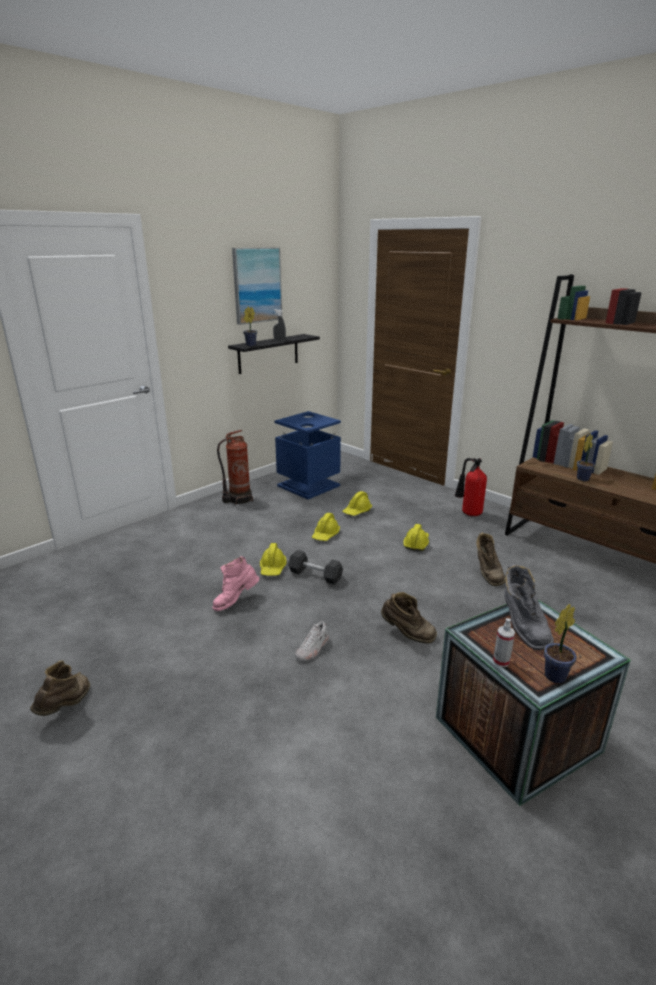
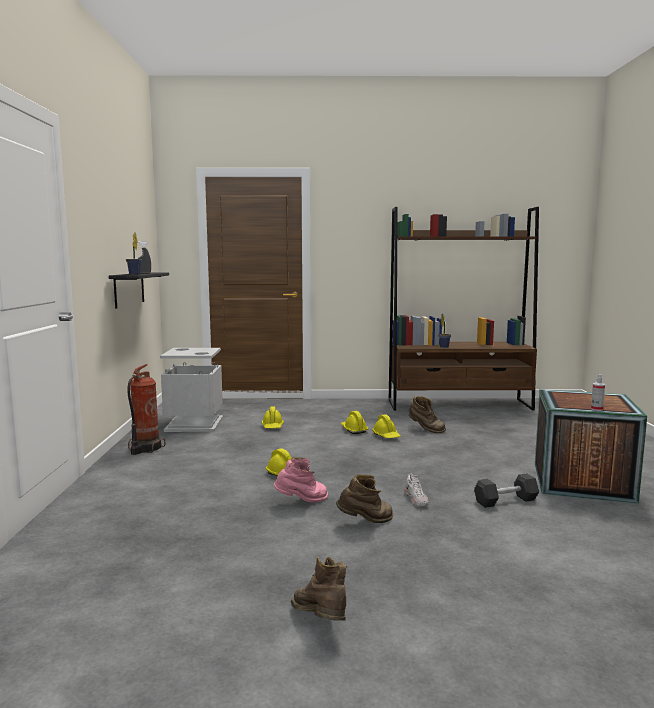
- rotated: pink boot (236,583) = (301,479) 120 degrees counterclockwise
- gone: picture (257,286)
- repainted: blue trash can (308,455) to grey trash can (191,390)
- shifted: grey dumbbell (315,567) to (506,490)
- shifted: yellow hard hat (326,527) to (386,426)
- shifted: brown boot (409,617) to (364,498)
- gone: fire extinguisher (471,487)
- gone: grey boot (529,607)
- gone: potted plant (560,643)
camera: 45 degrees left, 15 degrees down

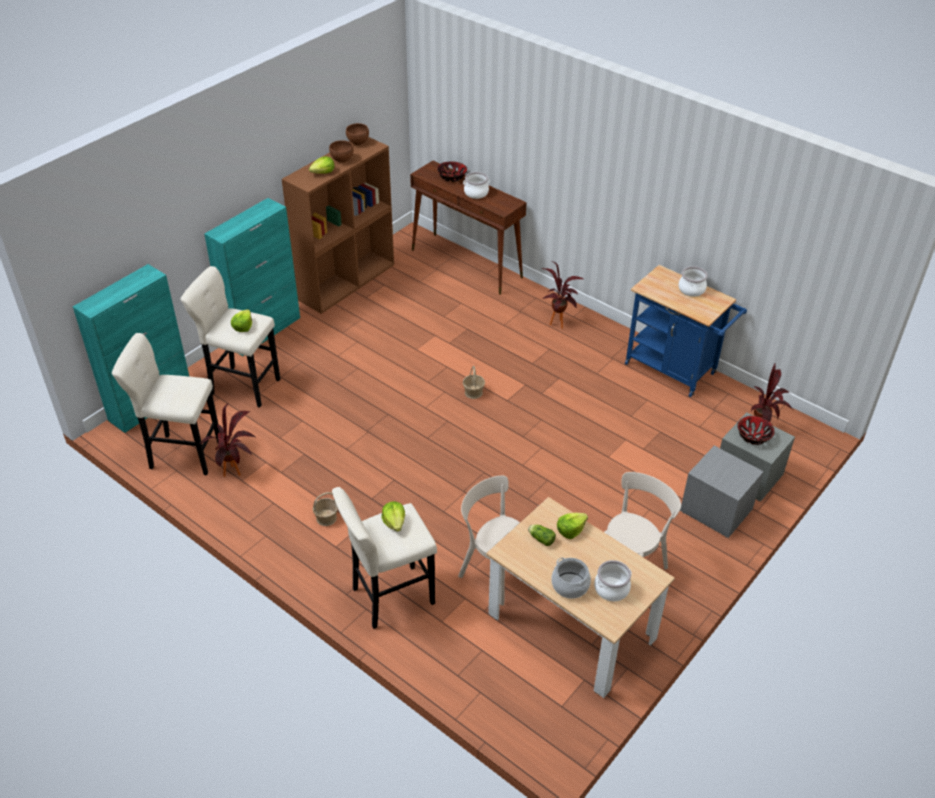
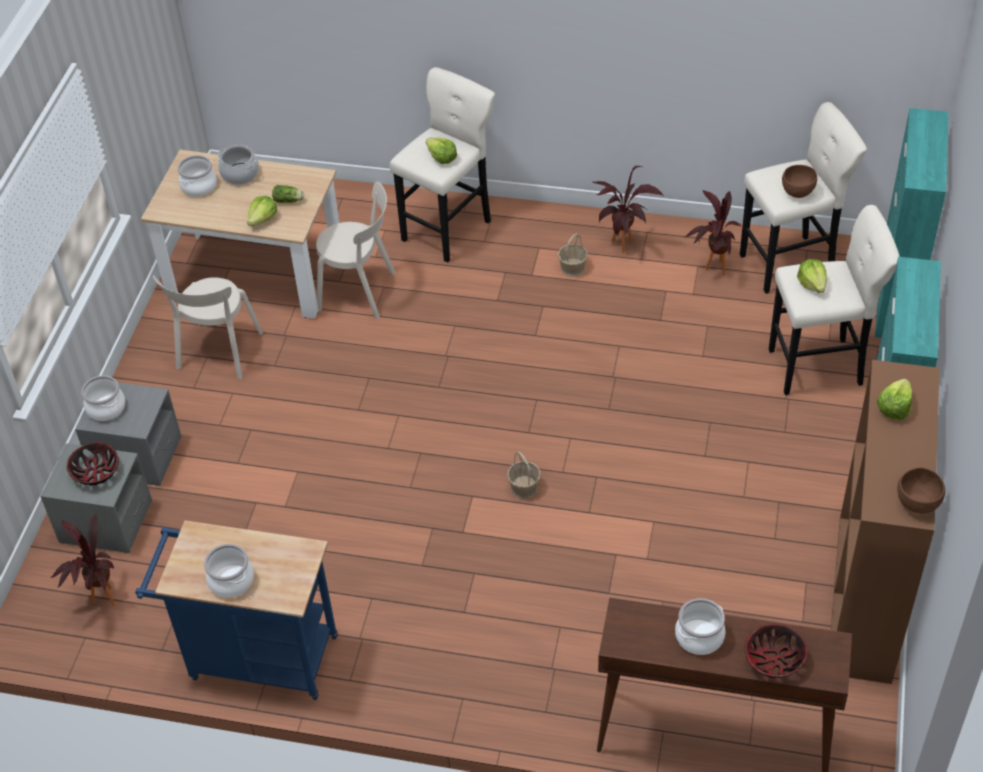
- shifted: brown bowl (341,151) to (799,181)
- shifted: potted plant (562,295) to (628,209)
- new: cooking pot (103,398)
camera: 155 degrees right, 5 degrees up

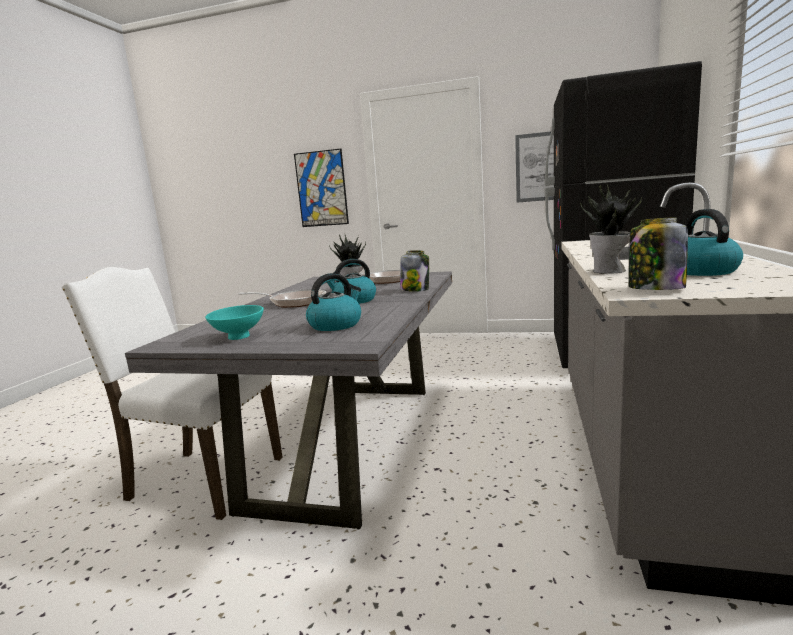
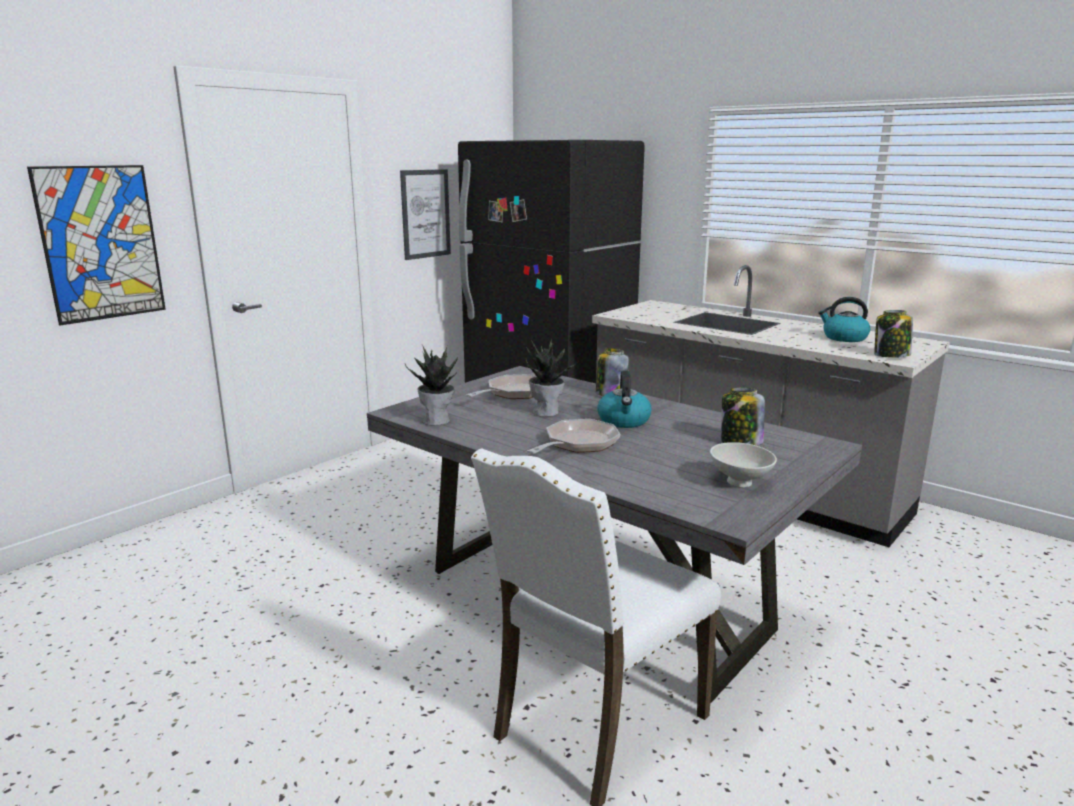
- repainted: turquoise bowl (234,322) to white bowl (743,464)
- swapped: kettle (333,302) to jar (743,416)
- shifted: potted plant (611,229) to (431,385)
camera: 65 degrees left, 5 degrees up

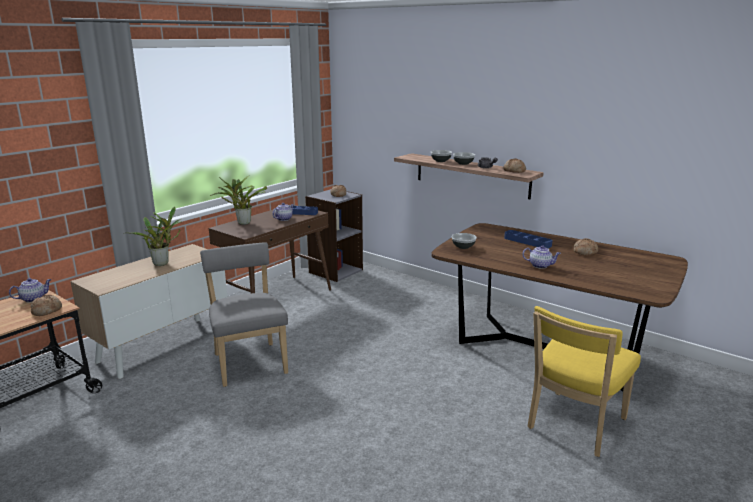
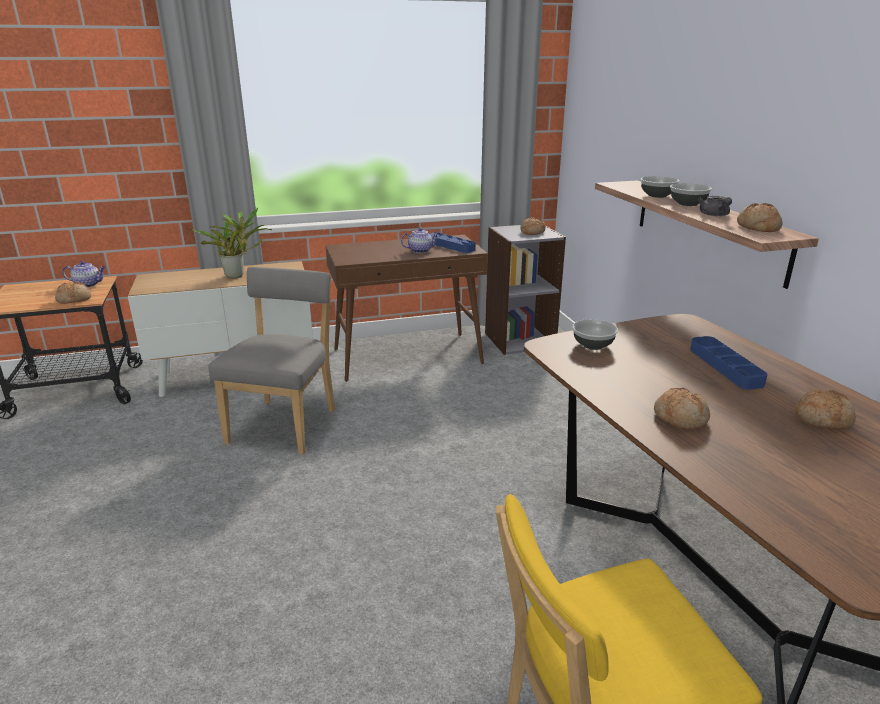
- gone: potted plant (238,200)
- swapped: teapot (542,257) to bread (682,408)
camera: 35 degrees right, 5 degrees up

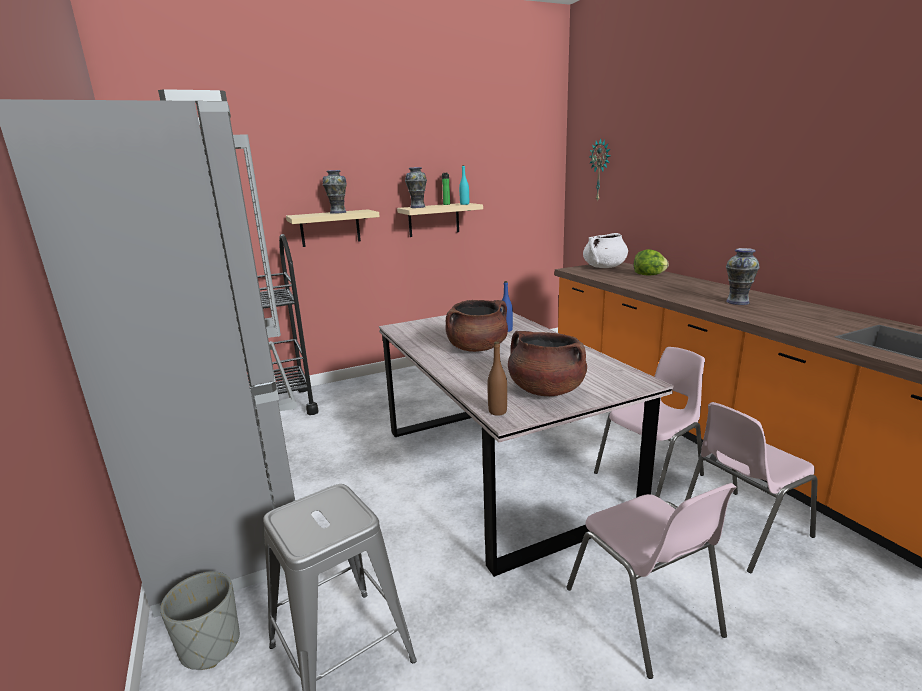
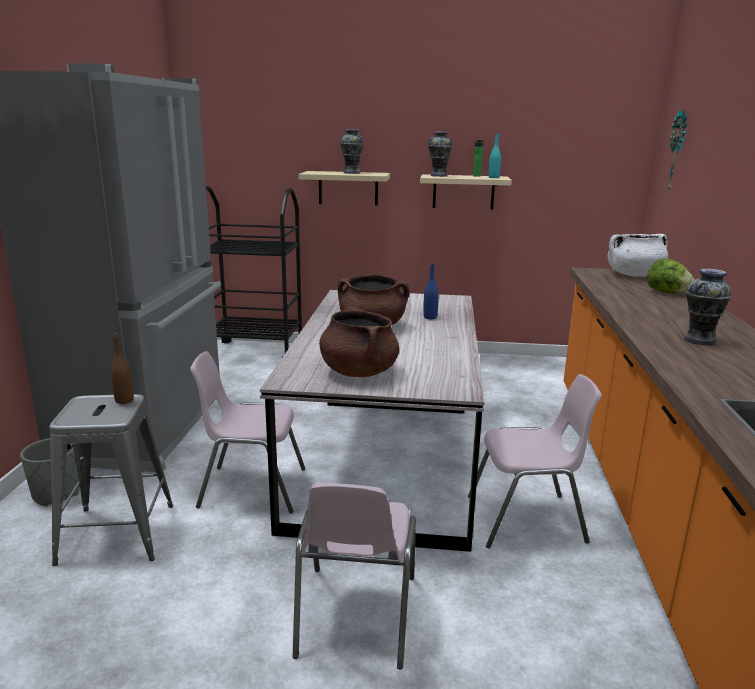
- shifted: brown bottle (497,379) to (122,368)
- shifted: pink chair (751,487) to (247,432)
camera: 30 degrees right, 0 degrees up

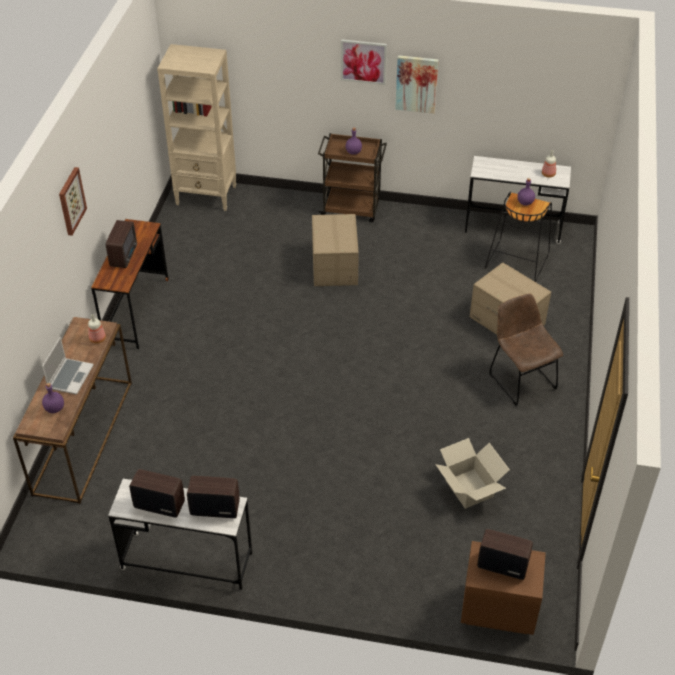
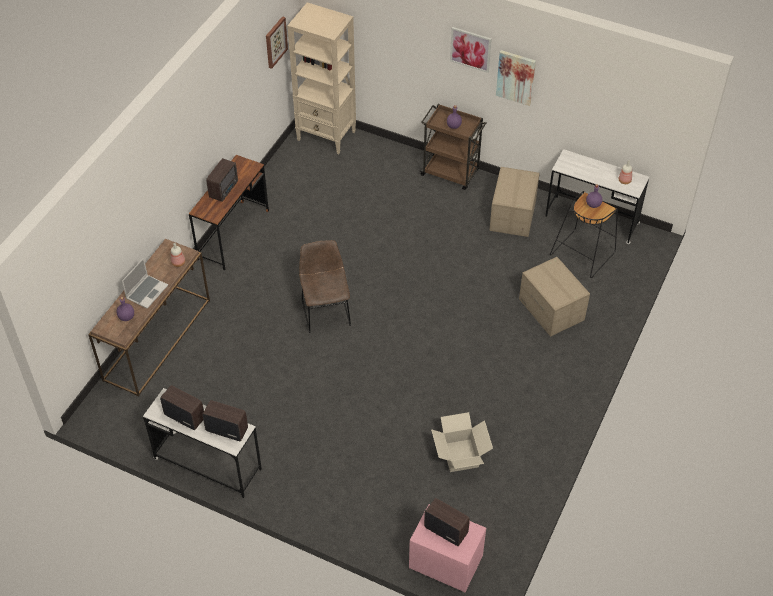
- shifted: picture (73,201) to (277,42)
- shifted: cardboard box (335,250) to (514,202)
- repainted: brown nightstand (503,588) to pink nightstand (447,548)
- shifted: brown chair (526,350) to (325,286)
camera: 15 degrees right, 5 degrees up

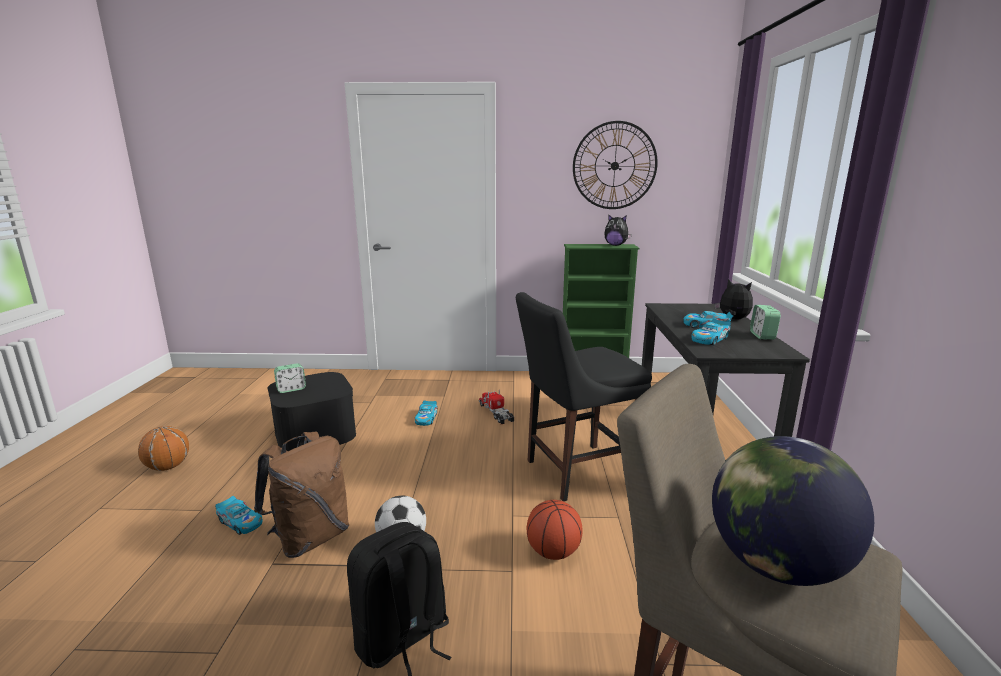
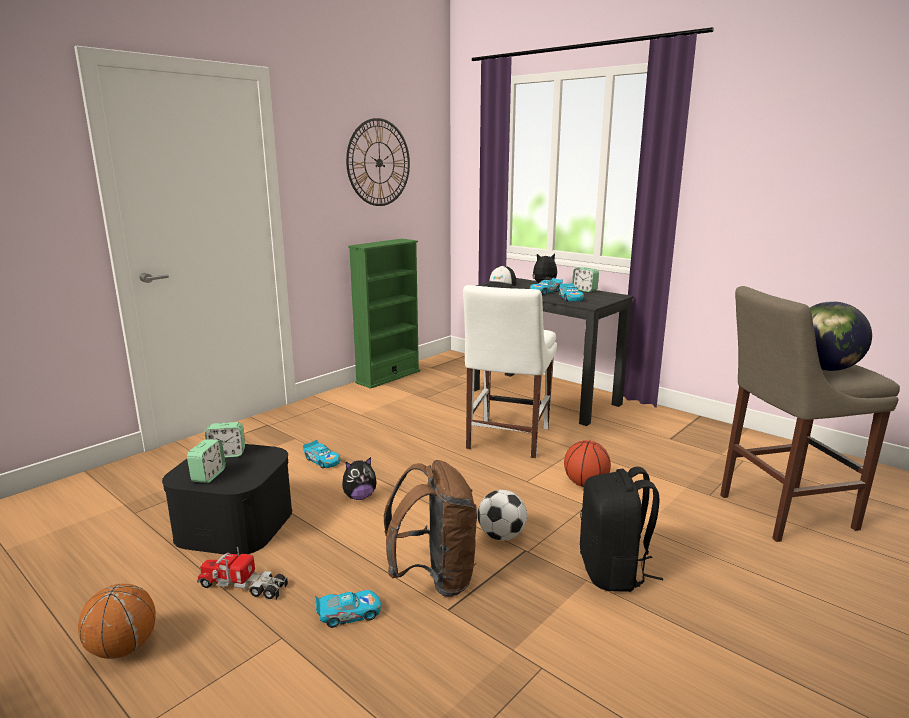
- shifted: toy truck (496,407) to (242,573)
- repainted: black chair (584,396) to white chair (510,371)
- shifted: plush toy (618,230) to (359,478)
- new: alarm clock (225,440)
- new: cap (500,277)
camera: 50 degrees left, 0 degrees up

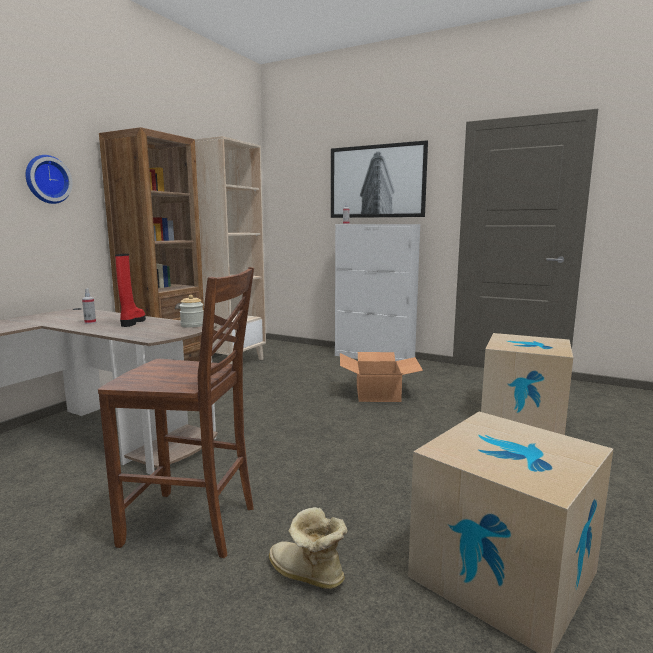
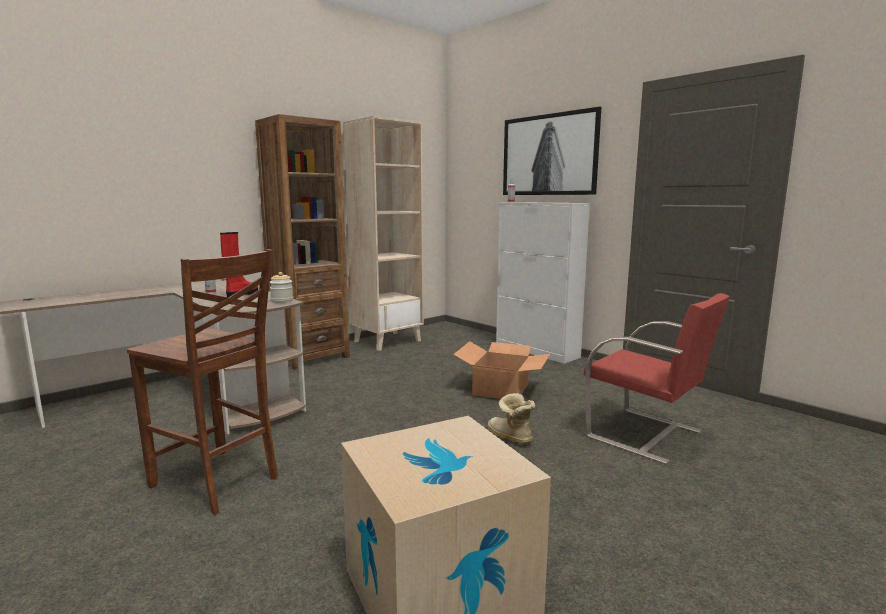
- gone: wall clock (48,179)
- shifted: boot (308,548) to (511,418)
- swapped: cardboard box (527,384) to red chair (657,379)
camera: 20 degrees right, 0 degrees up

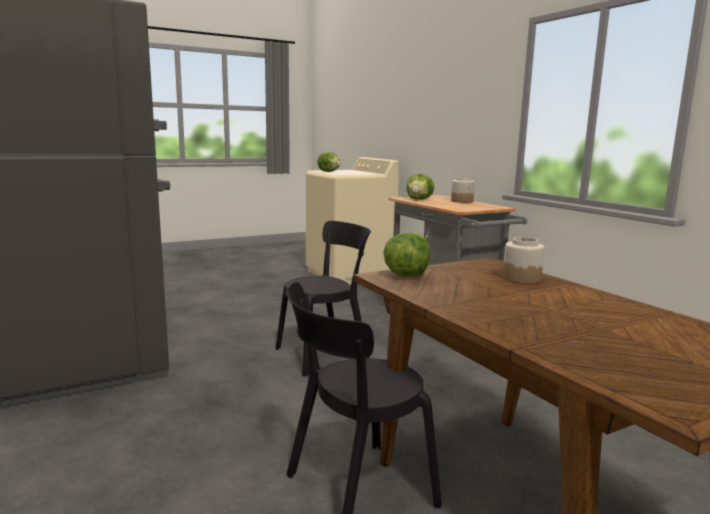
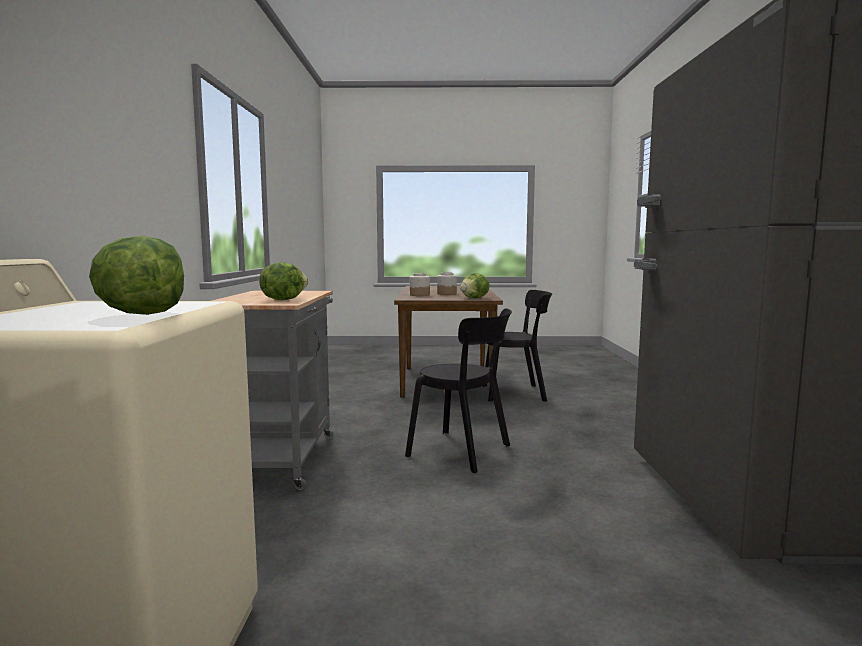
- rotated: black chair (323,299) = (458,390) 150 degrees counterclockwise
- shifted: jar (463,190) to (447,283)
camera: 150 degrees left, 5 degrees down

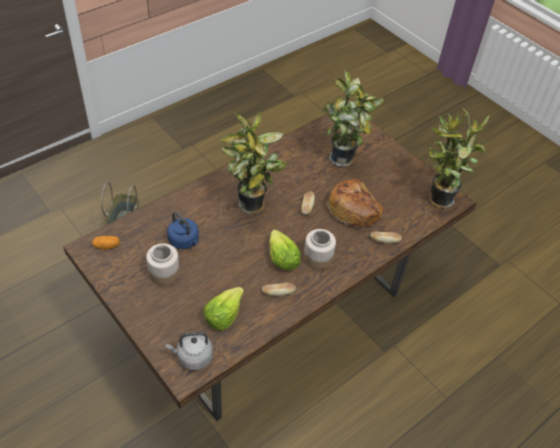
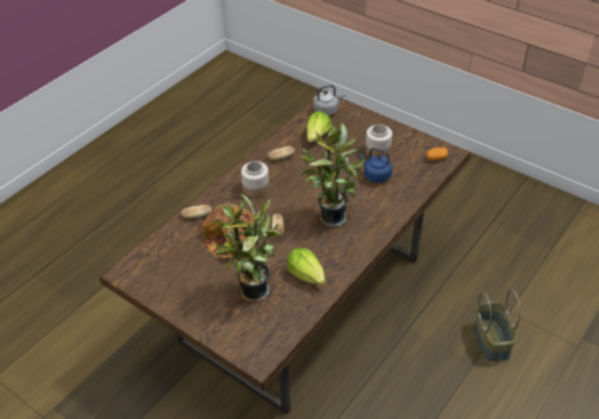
- shifted: lettuce (285,250) to (306,266)
- gone: potted plant (459,159)
camera: 170 degrees right, 5 degrees down

